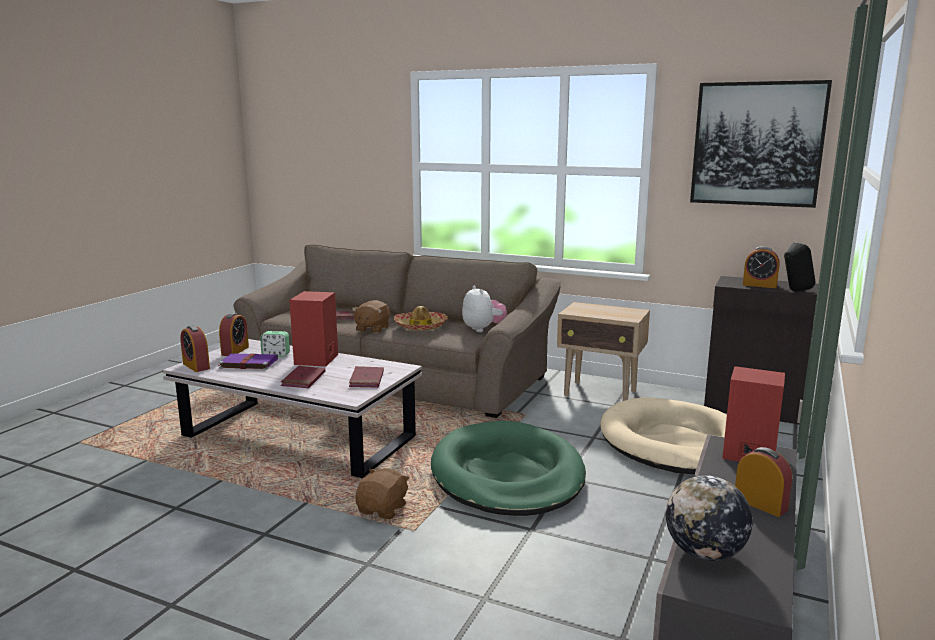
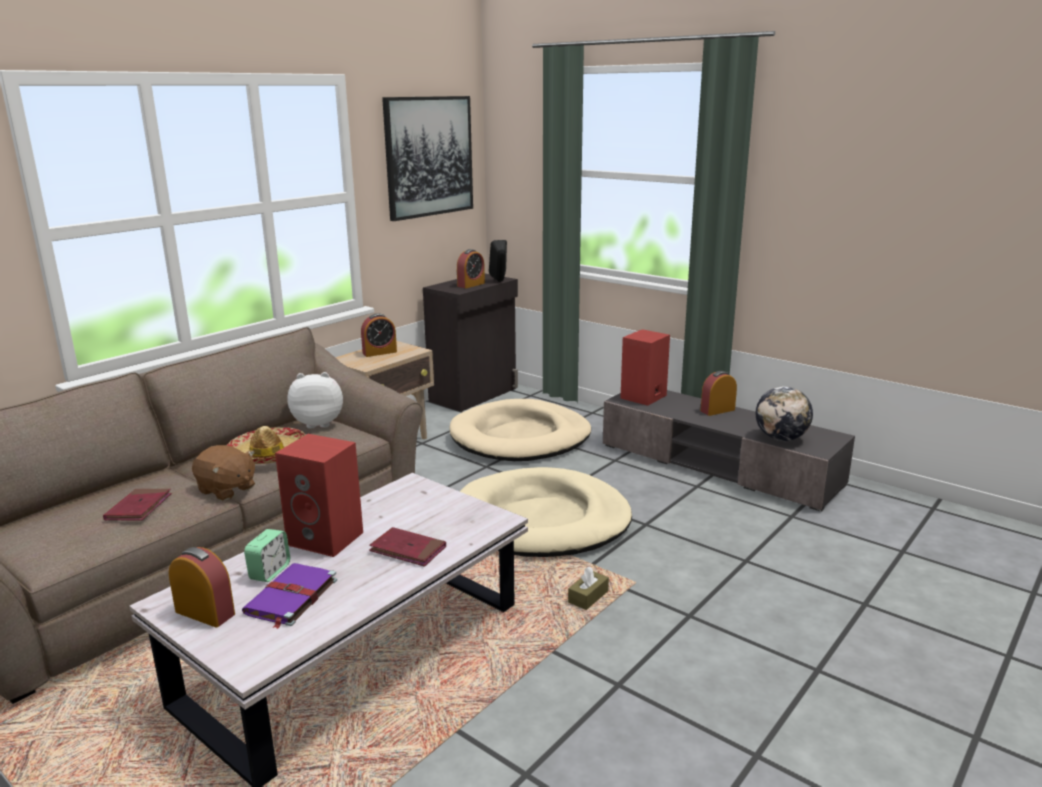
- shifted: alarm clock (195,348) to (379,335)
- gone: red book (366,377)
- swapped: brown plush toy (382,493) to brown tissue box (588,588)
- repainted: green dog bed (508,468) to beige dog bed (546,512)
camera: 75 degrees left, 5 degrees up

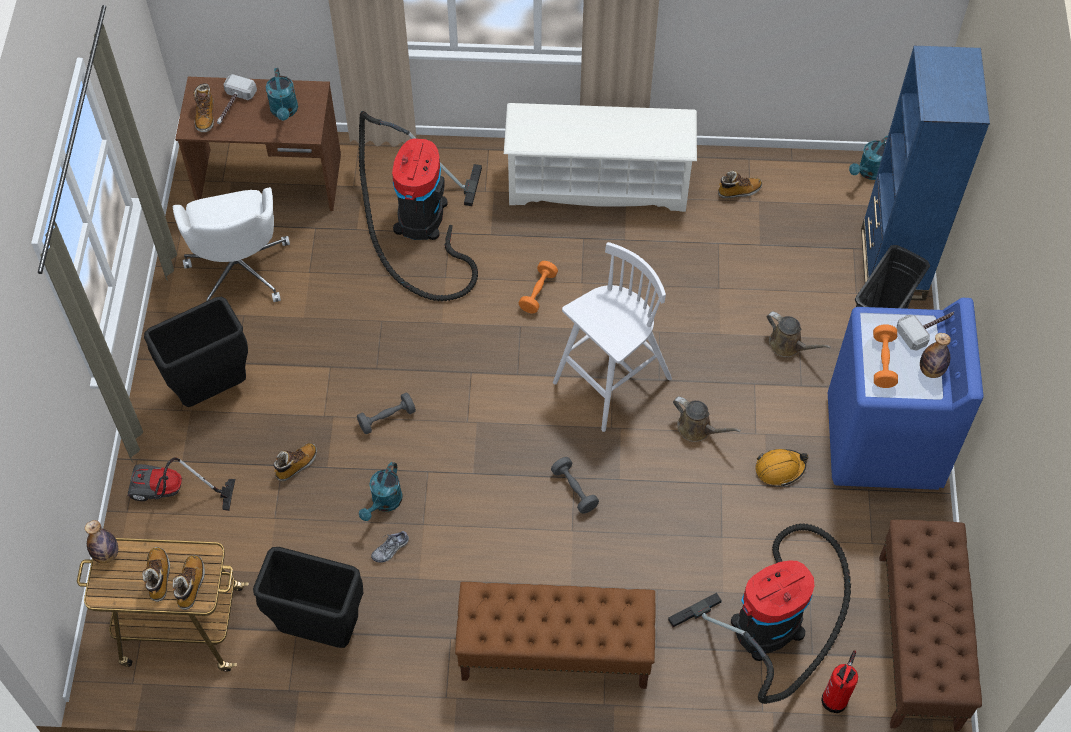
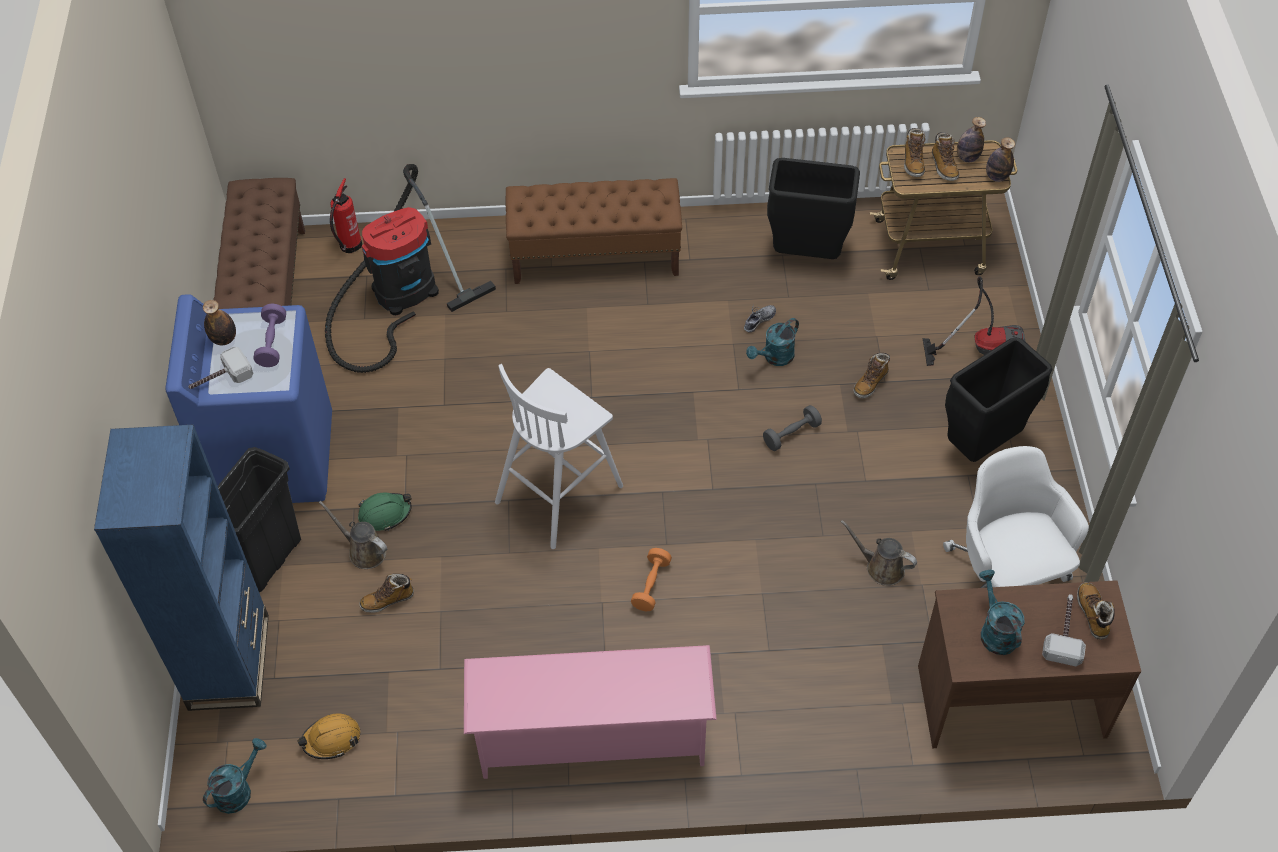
- gone: vacuum cleaner (420,206)
- rotated: turquoise watering can (381,491) = (772,342) 150 degrees counterclockwise
- repainted: white shoe rack (600,157) to pink shoe rack (590,712)
- gone: grey dumbbell (575,485)
- shifted: brown watering can (707,419) to (878,553)
- shifted: boot (740,184) to (386,593)
- shifted: orange hard hat (782,467) to (328,736)
- repainted: orange dumbbell (885,356) to purple dumbbell (270,335)
- new: green hard hat (385,512)
- new: bottle (971,139)
camera: 175 degrees right, 5 degrees down

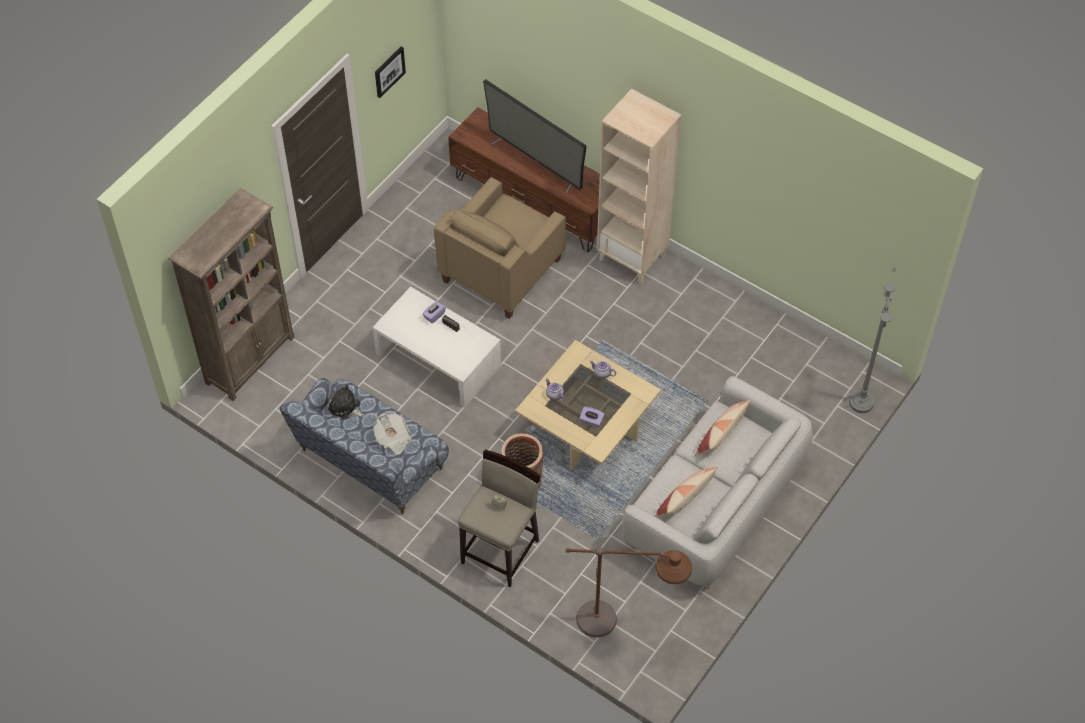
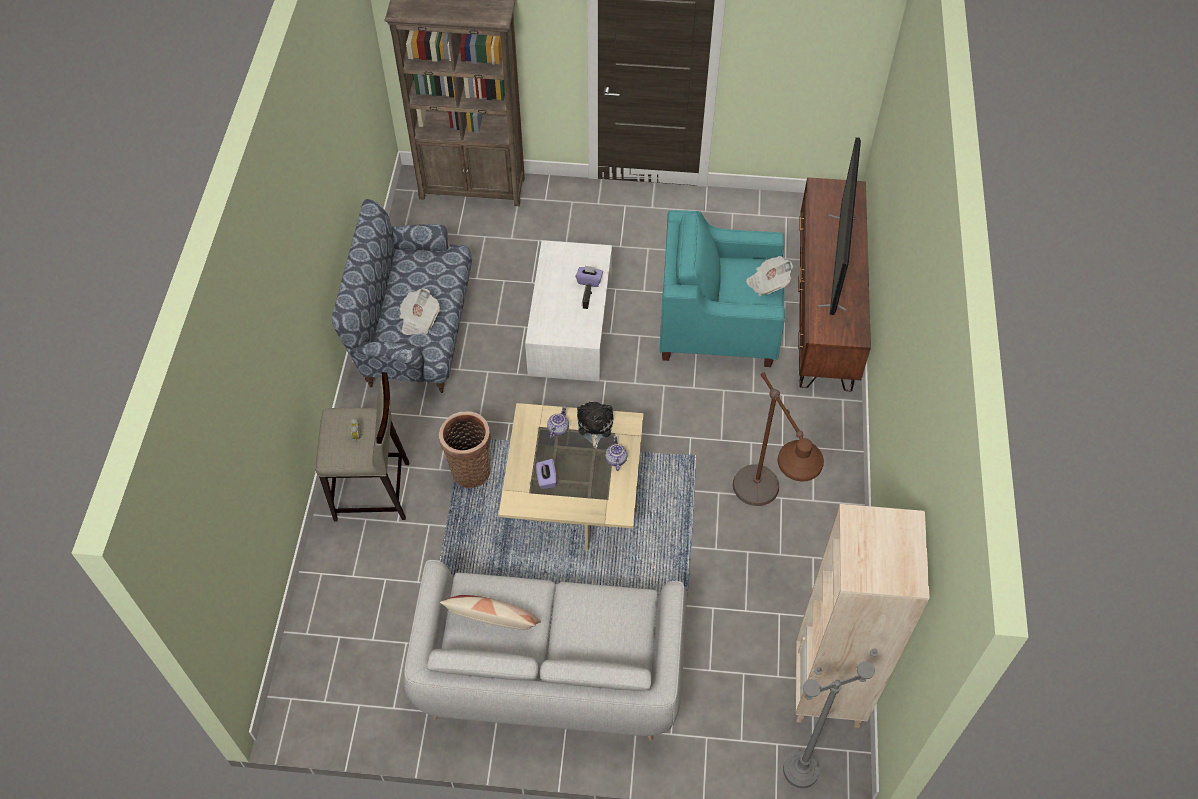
- shifted: plush toy (346,402) to (595,425)
- gone: picture (390,72)
- repainted: beige armchair (500,248) to turquoise armchair (722,288)
- shifted: brown floor lamp (629,592) to (778,439)
- shifted: beige bookcase (639,186) to (863,616)
- gone: pillow (723,427)
- new: newspaper (769,276)
camera: 60 degrees right, 0 degrees up

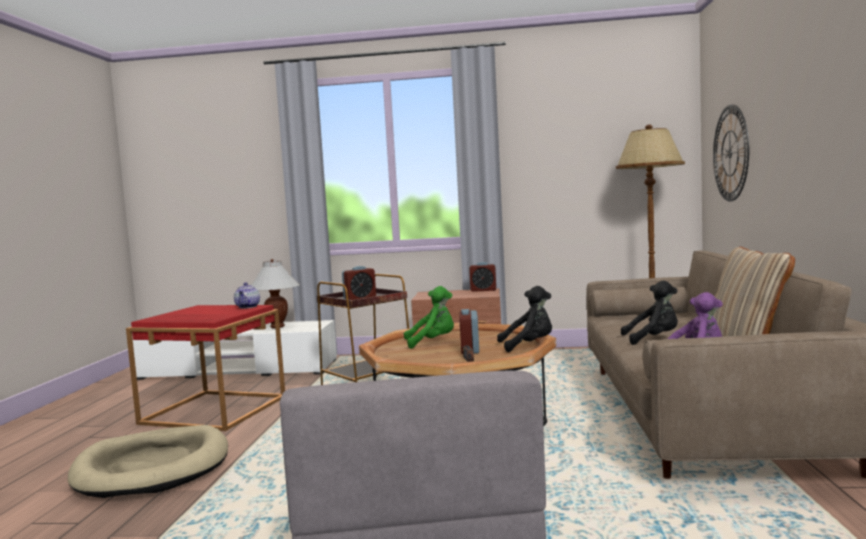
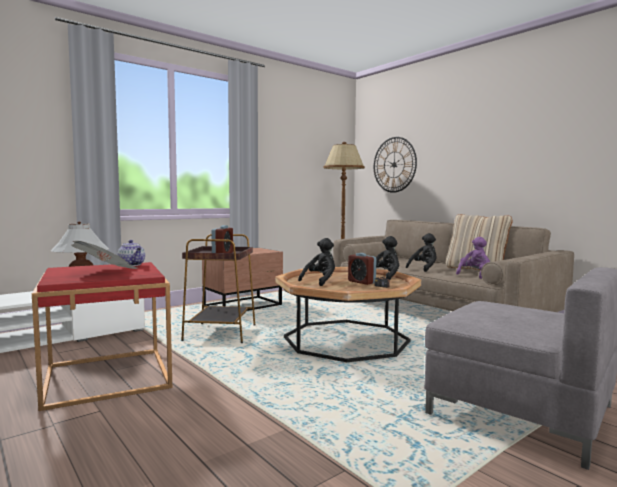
- gone: beige dog bed (148,461)
- repainted: green plush toy (429,317) to black plush toy (316,262)
- gone: alarm clock (482,277)
- new: newspaper (104,255)
camera: 45 degrees left, 0 degrees up

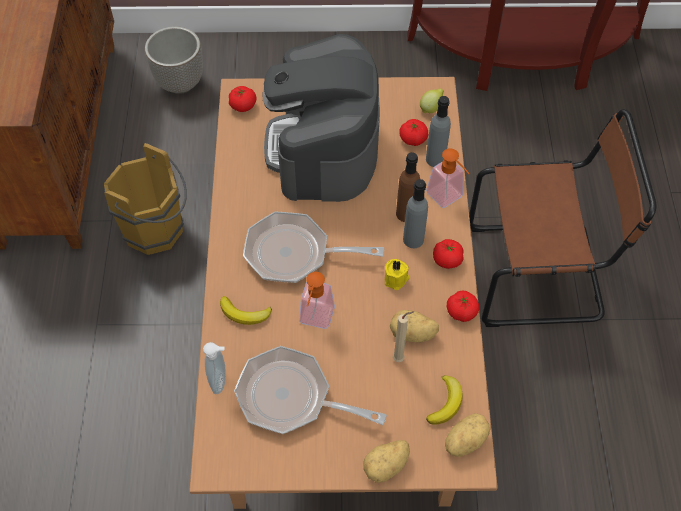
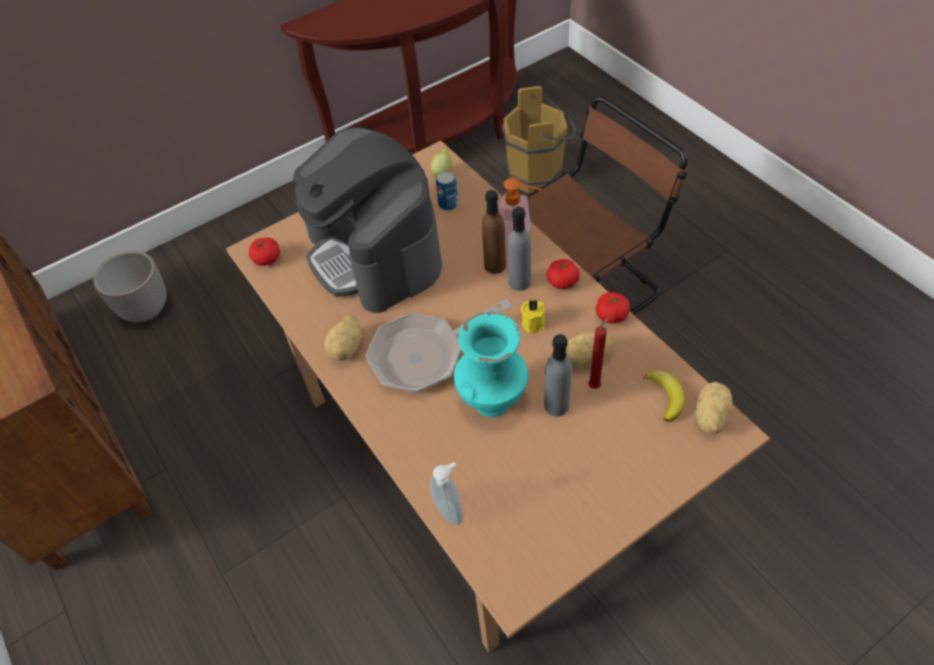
- shifted: brown bucket (145,199) to (539,139)
- gone: banana (246,310)
- gone: frying pan (310,390)
- swapped: soap dispenser (317,300) to turquoise vase (491,364)
- shifted: potato (386,461) to (343,338)
- repainted: beige candle (403,336) to red candle (598,353)
- swapped: tomato (413,132) to can (447,191)
- shifted: grey bottle (438,131) to (558,375)
camera: 30 degrees left, 5 degrees down

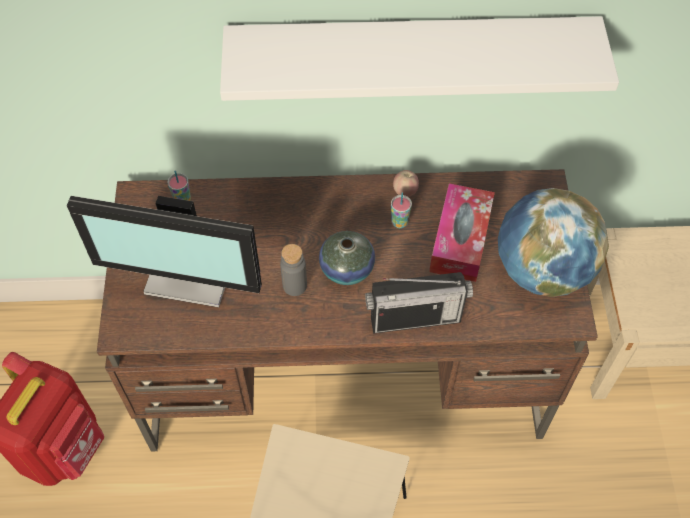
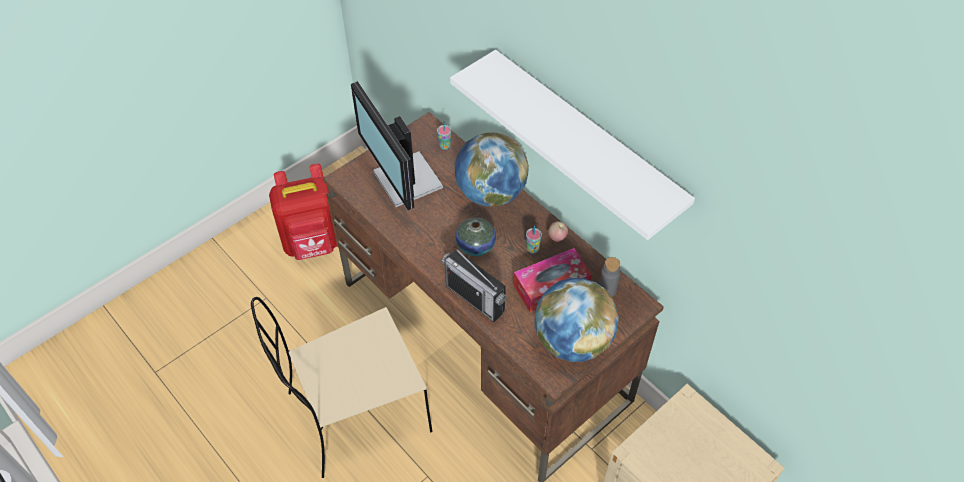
- shifted: grey bottle (293,270) to (609,277)
- new: globe (492,169)
camera: 50 degrees right, 5 degrees down

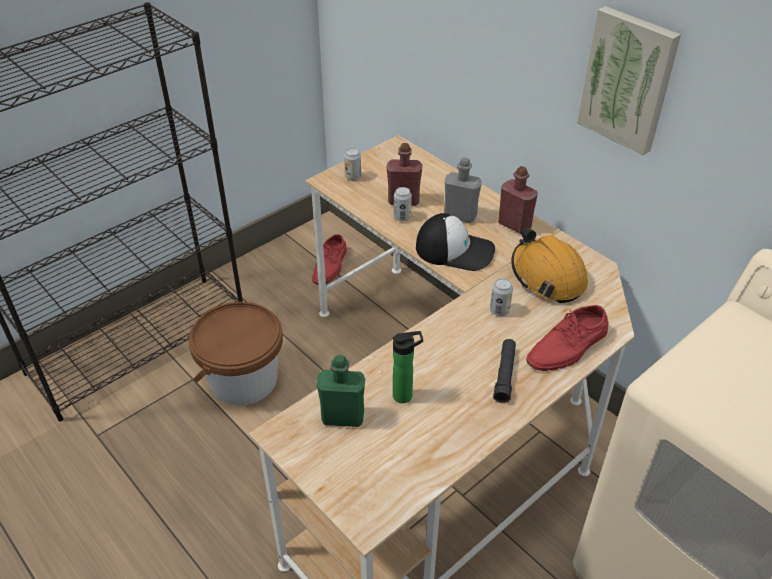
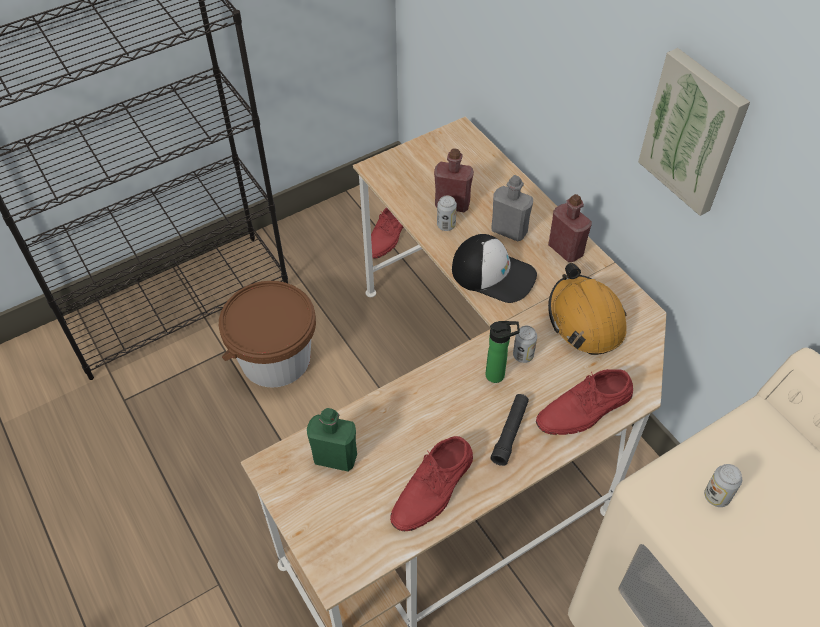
- shifted: can (352,164) to (723,485)
- shifted: bottle (408,367) to (503,352)
- new: red shoe (431,483)
camera: 10 degrees right, 10 degrees up

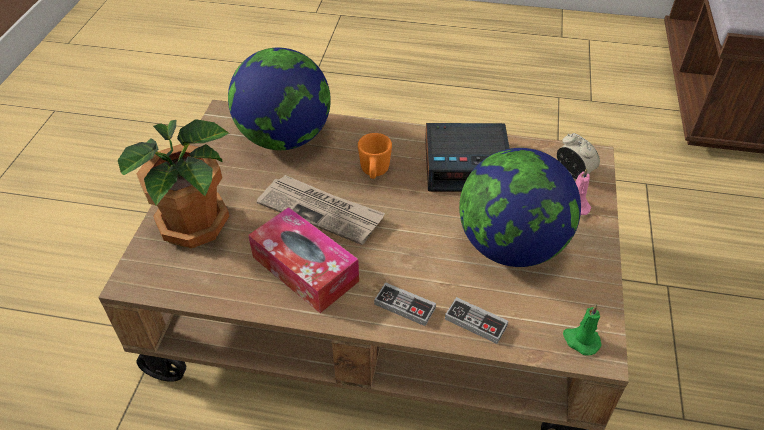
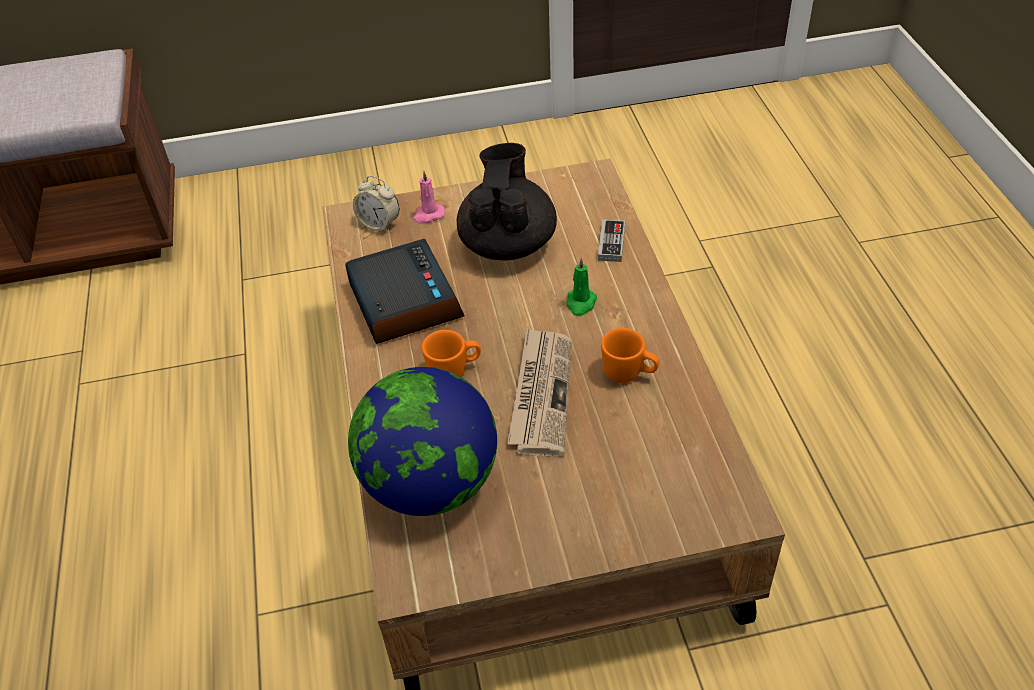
- gone: potted plant (174,183)
- swapped: tissue box (303,260) to orange mug (630,355)
- gone: game controller (405,304)
- swapped: globe (520,207) to black teapot (507,202)
- rotated: alarm clock (578,156) = (376,204) 90 degrees counterclockwise
- shifted: green candle (582,329) to (582,287)
camera: 110 degrees left, 0 degrees up

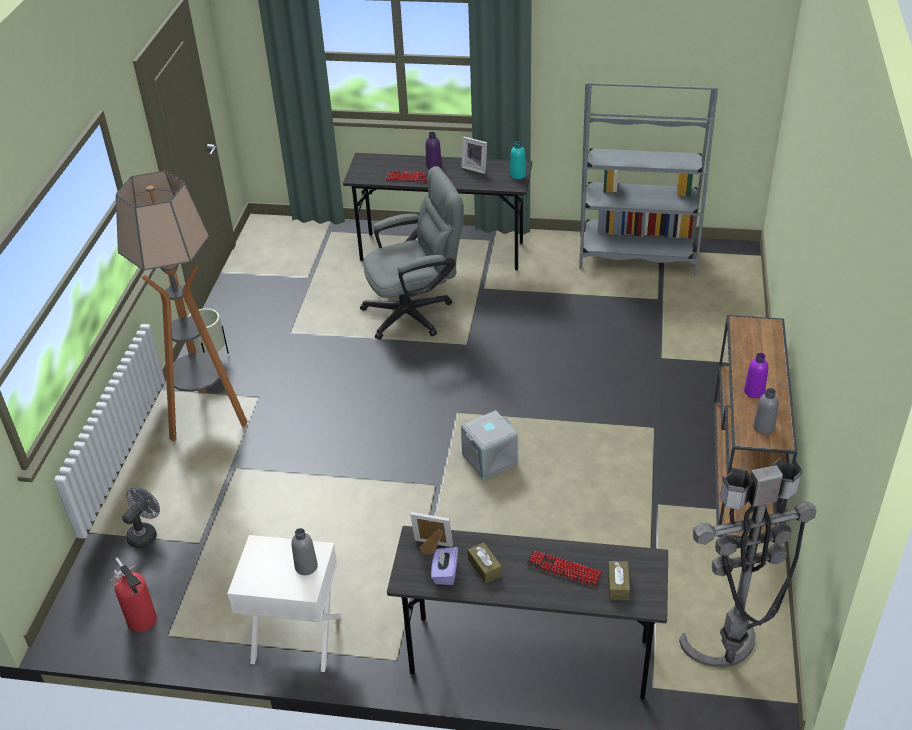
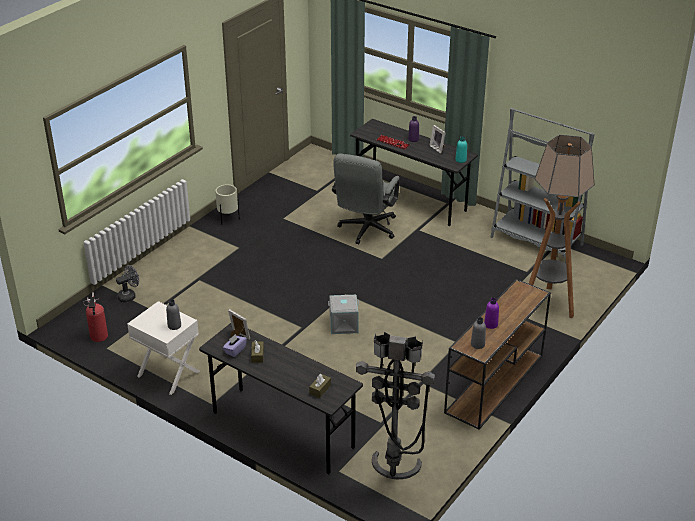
- shifted: floor lamp (182,306) to (562,226)
- rotated: grey office chair (412,253) = (366,198) 105 degrees clockwise
- gone: keyboard (564,569)
camera: 25 degrees right, 5 degrees down

